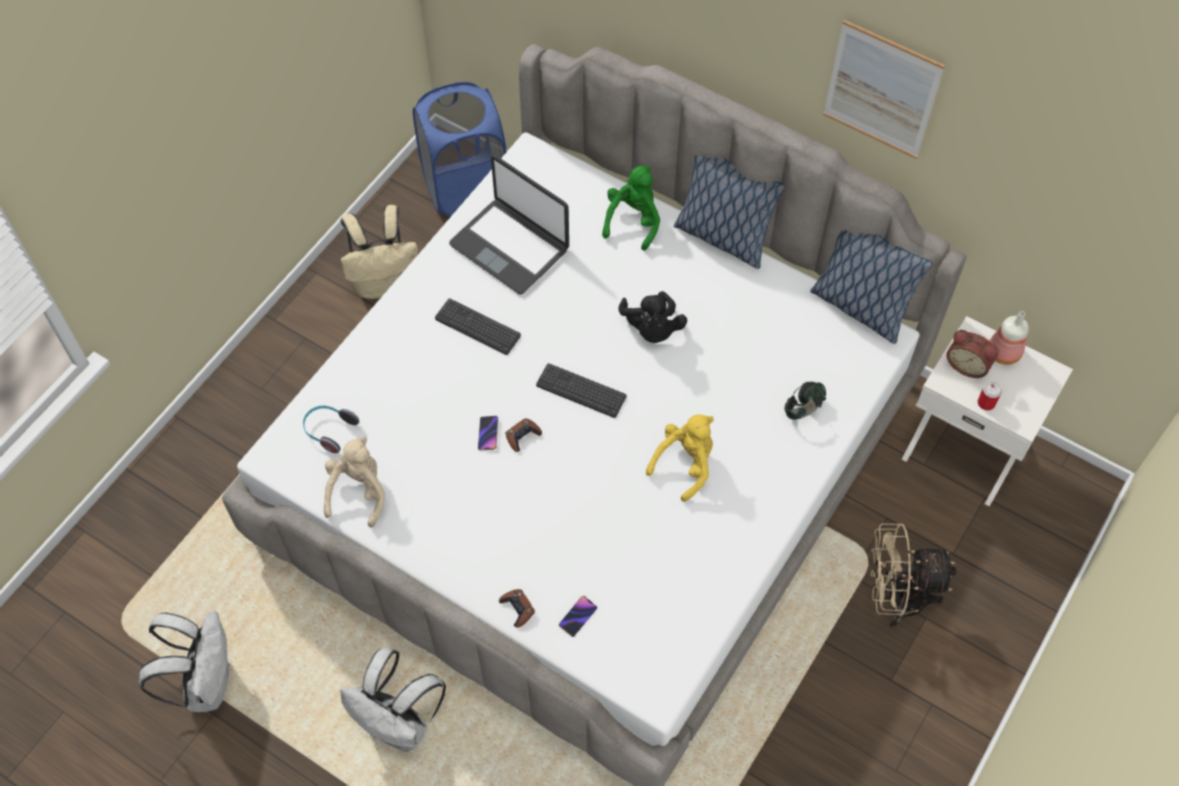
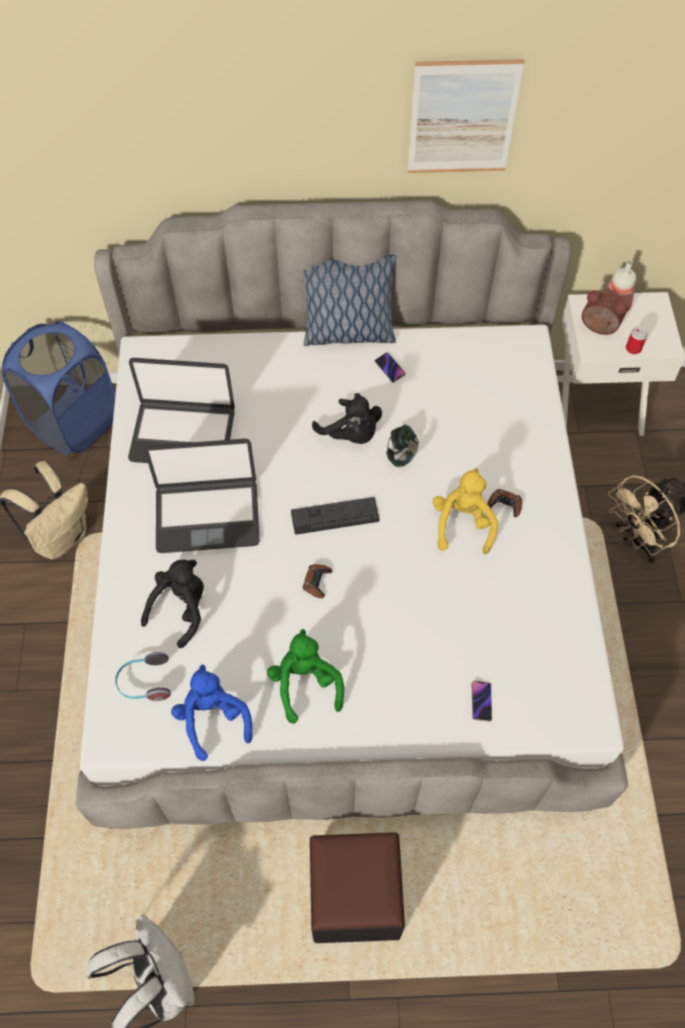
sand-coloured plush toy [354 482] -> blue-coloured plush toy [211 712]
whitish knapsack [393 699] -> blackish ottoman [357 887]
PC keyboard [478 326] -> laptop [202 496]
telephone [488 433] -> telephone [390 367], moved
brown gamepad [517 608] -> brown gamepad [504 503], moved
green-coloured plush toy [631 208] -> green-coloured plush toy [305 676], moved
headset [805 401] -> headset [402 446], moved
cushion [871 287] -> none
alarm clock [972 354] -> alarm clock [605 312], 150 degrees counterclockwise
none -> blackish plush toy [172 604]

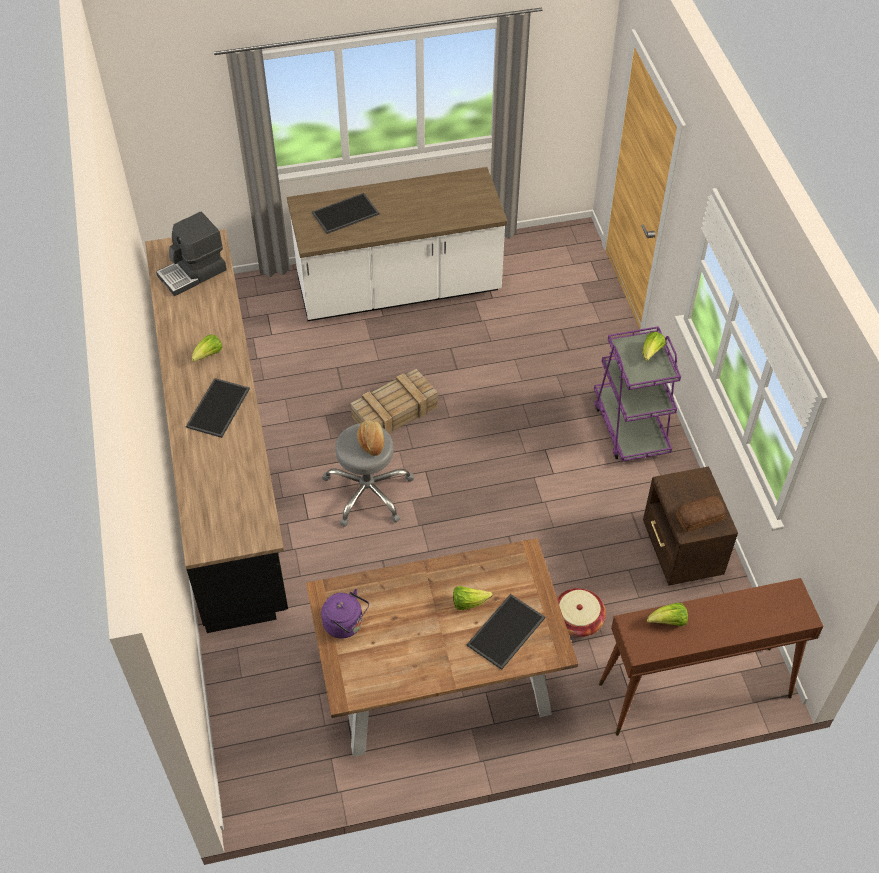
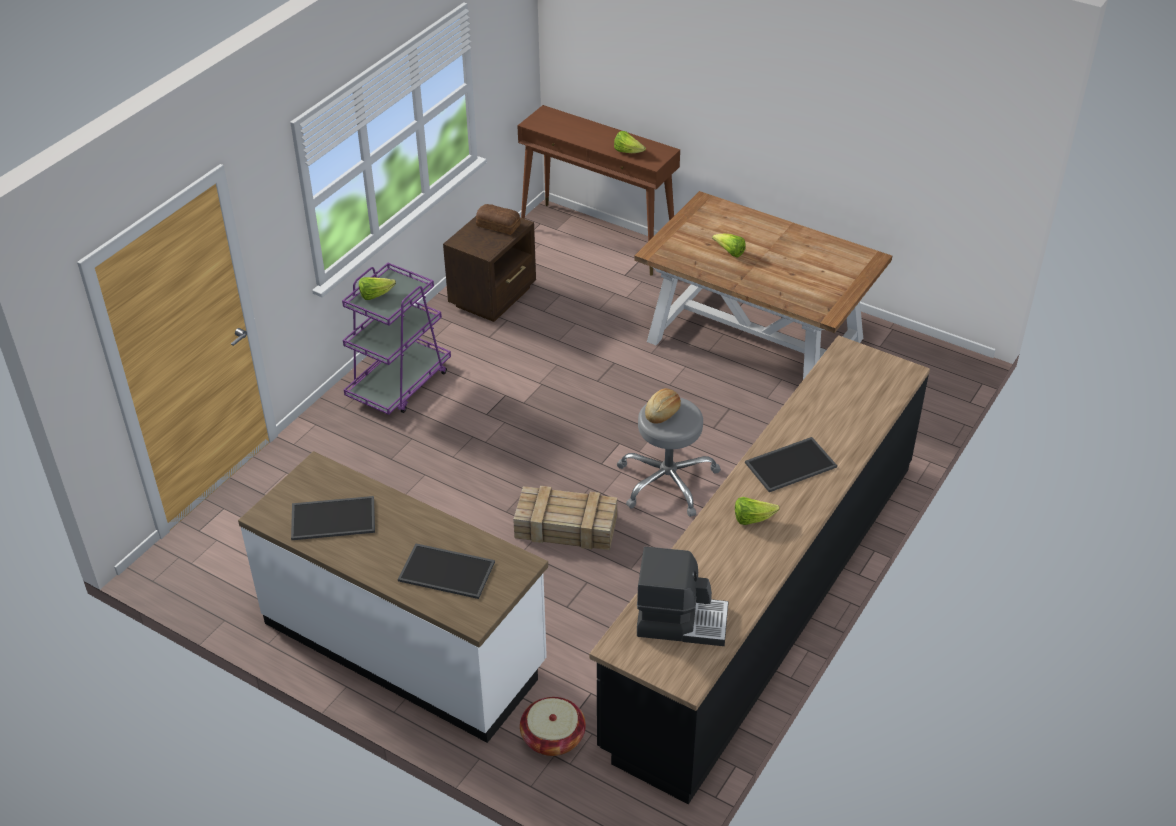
purple-coloured tea kettle [345 614] -> none
serving tray [506 632] -> serving tray [333 518], moved
storage basket [581 612] -> storage basket [553 726], moved

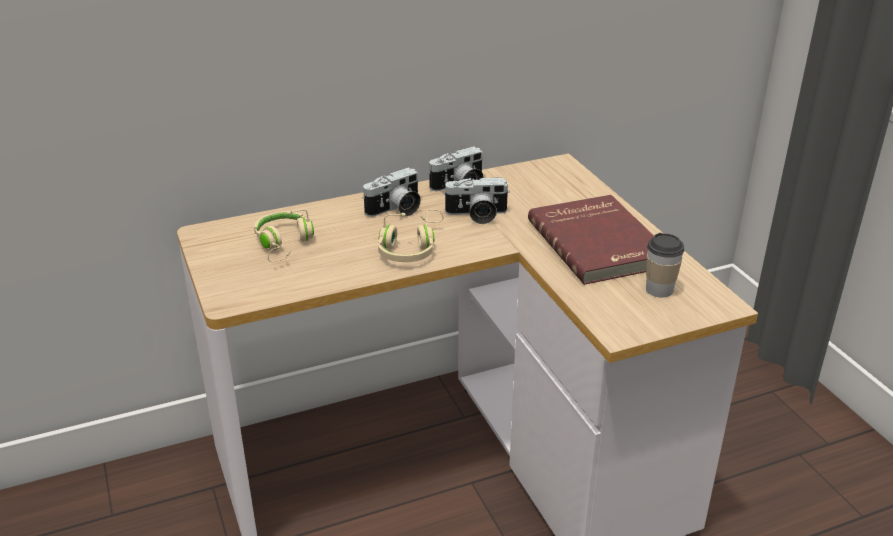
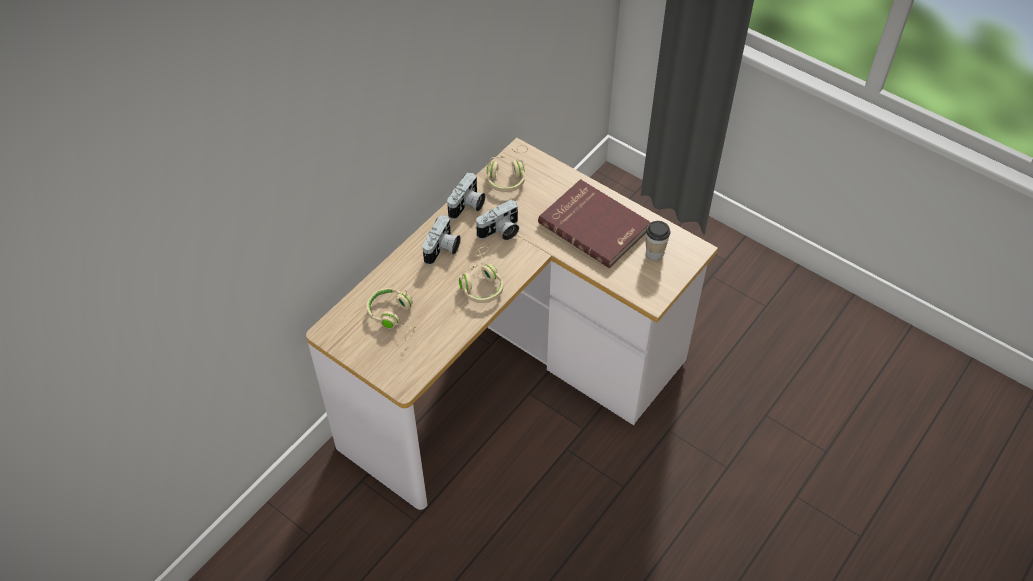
none -> sand-coloured headset [507 168]

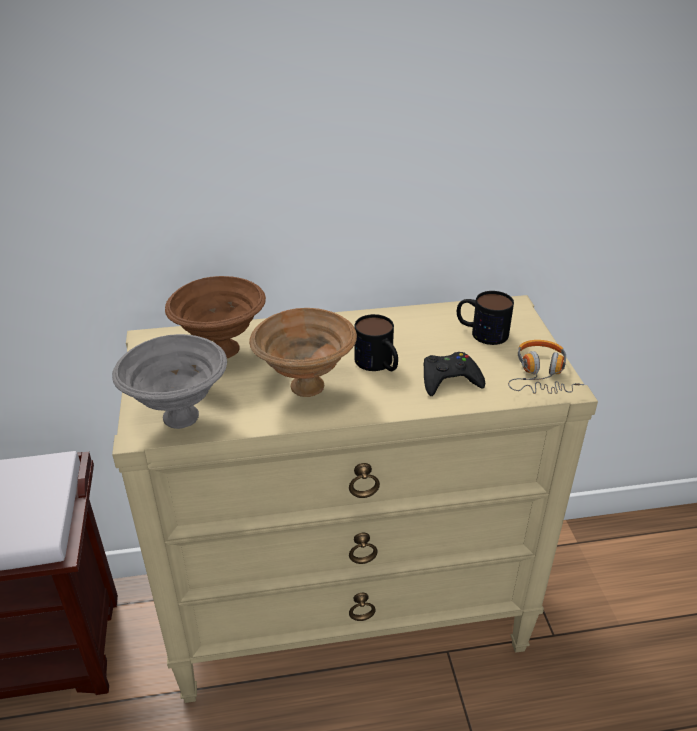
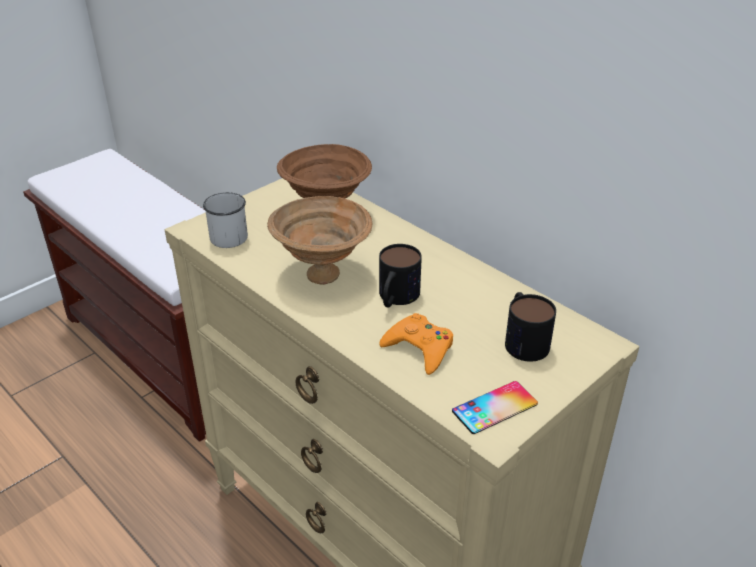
grey serving bowl [169 381] -> whitish mug [225 220]
blackish gamepad [454 374] -> orangey gamepad [416 344]
headset [546 367] -> telephone [495 407]

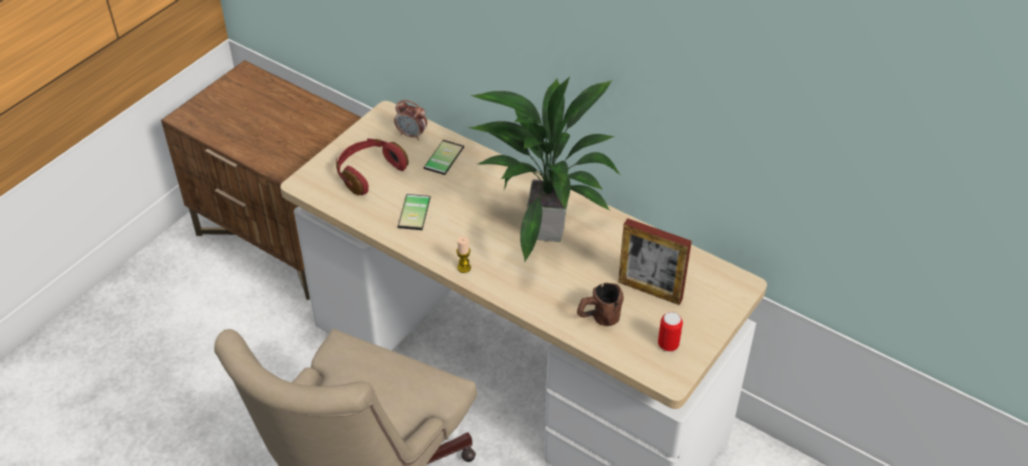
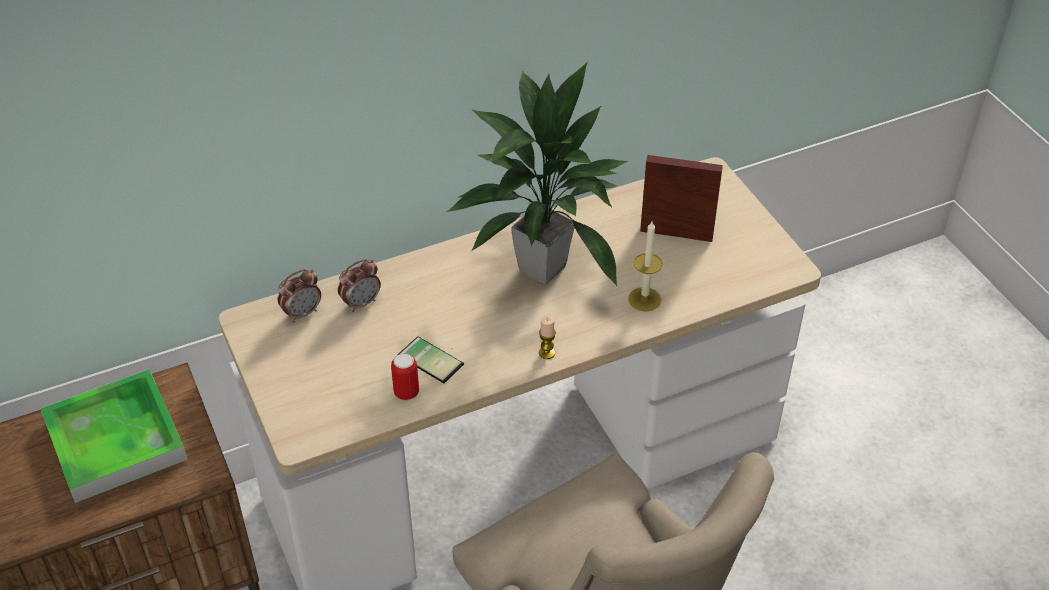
red headset [372 166] -> none
telephone [444 157] -> alarm clock [359 285]
brown mug [600 304] -> none
photo frame [655 261] -> photo frame [681 198], 135 degrees counterclockwise
sealed can [670 332] -> sealed can [405 377], moved
none -> serving tray [114 436]
none -> wax light [645 266]

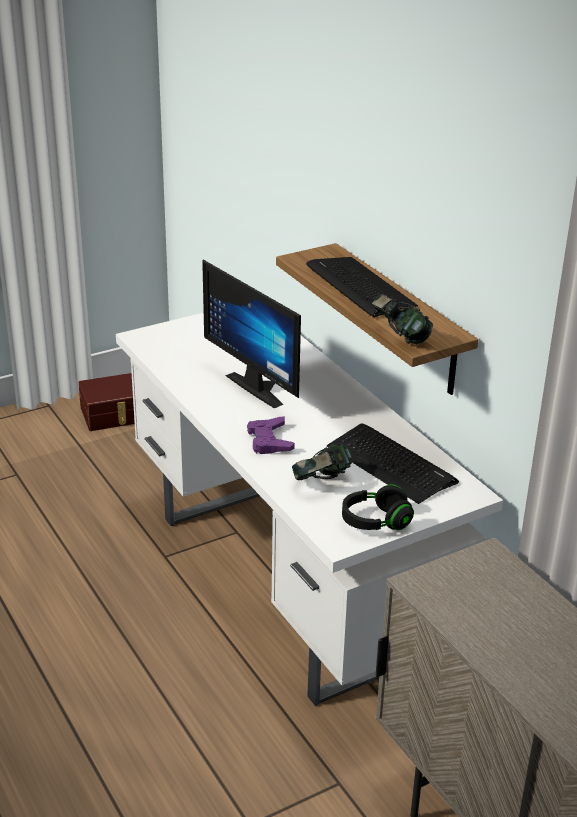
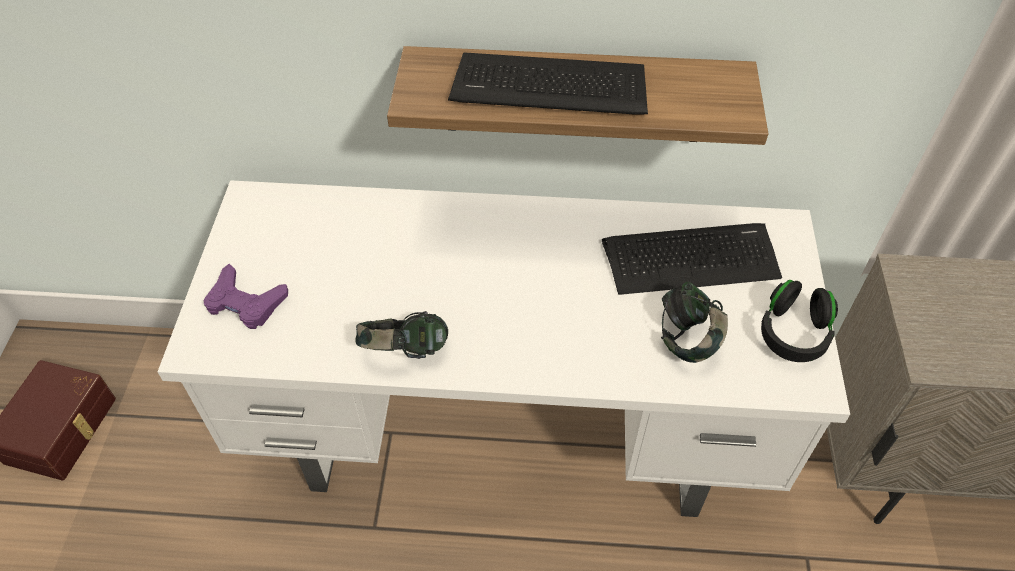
computer screen [251 334] -> none
purple-coloured gamepad [271 435] -> purple-coloured gamepad [245 296], moved
headset [402 319] -> headset [402 335], moved

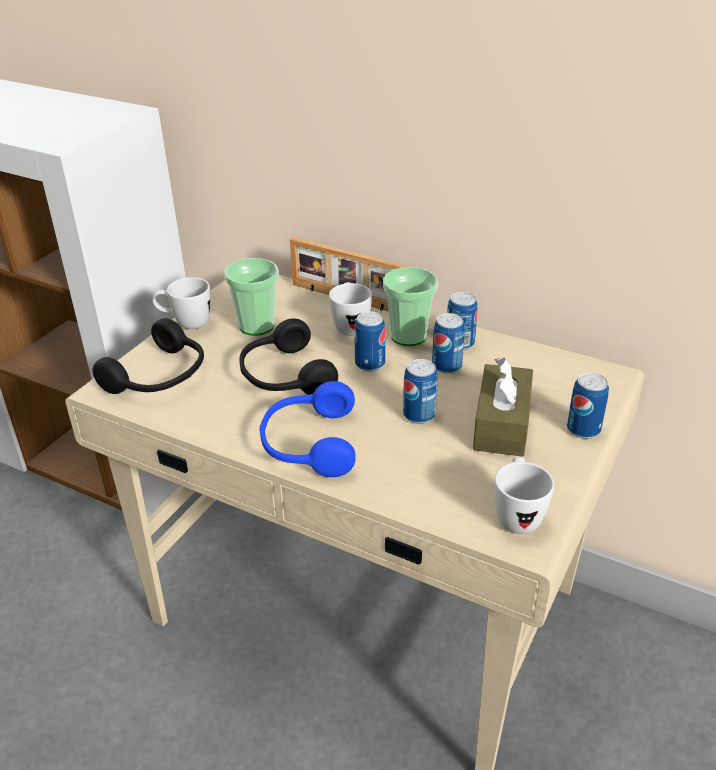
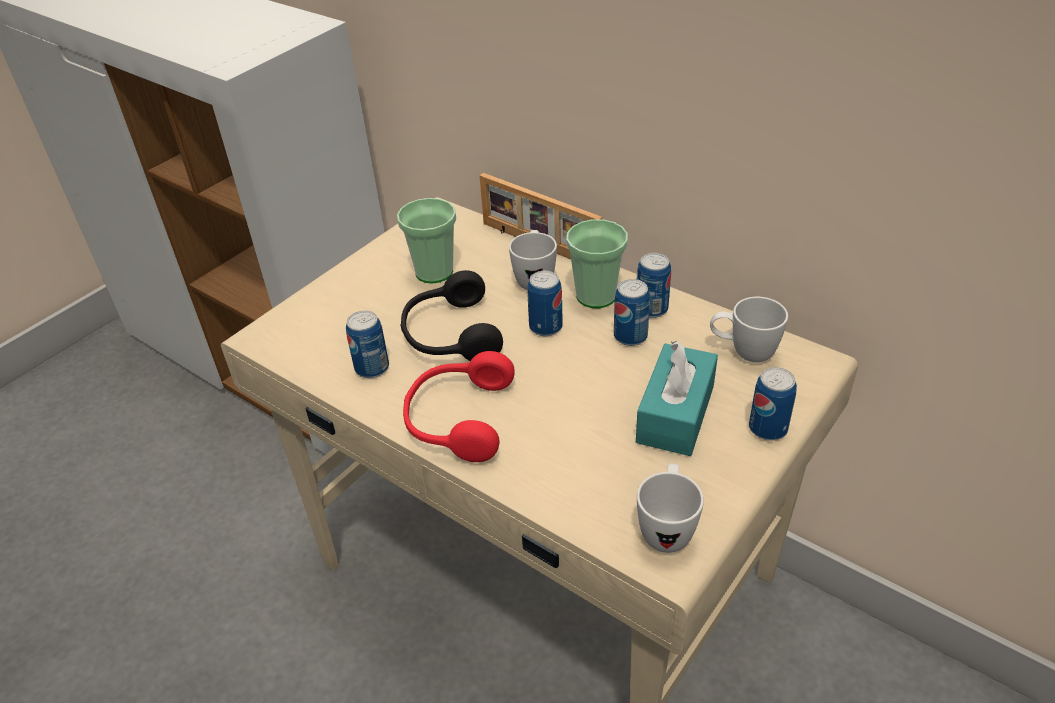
blackish headset [148 356] -> none
whitish mug [181 303] -> whitish mug [749 329], moved
blue-coloured headset [307 429] -> red headset [459 406]
sealed can [420 391] -> sealed can [367 344], moved
brown tissue box [503 407] -> turquoise tissue box [677 398]

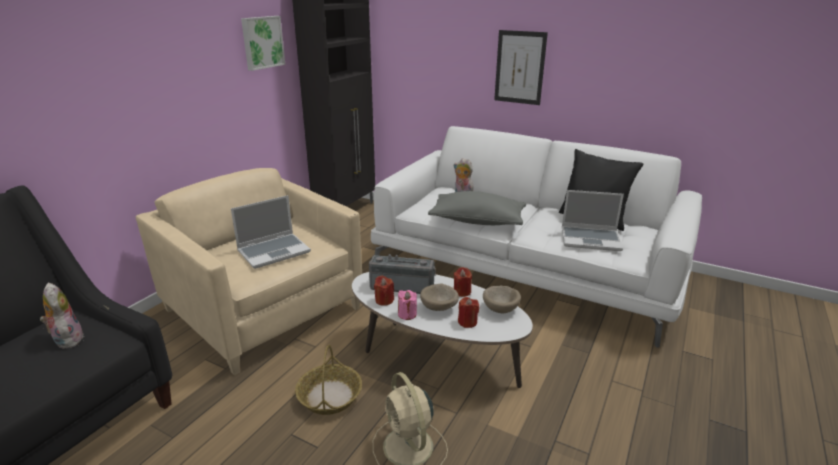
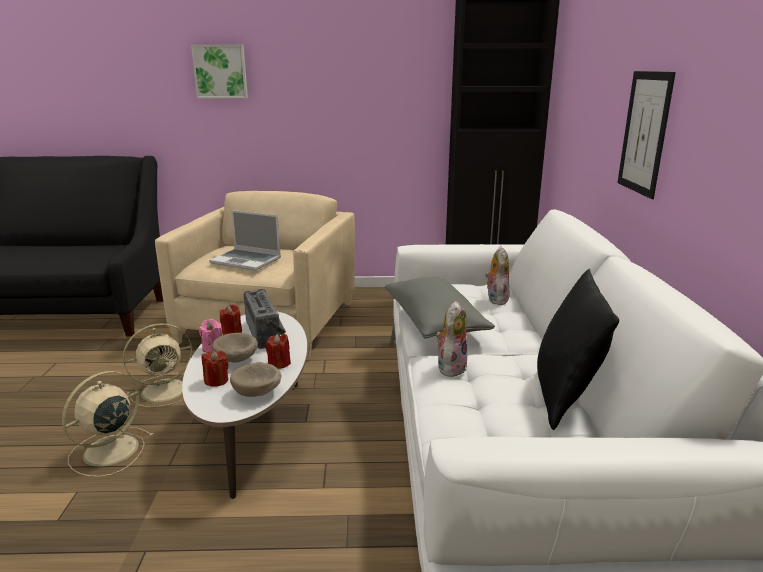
plush toy [61 316] -> plush toy [451 339], moved
wall art [263 43] -> wall art [219 71], moved
storage basket [328 380] -> sand-coloured electric fan [157 365]
laptop [593 220] -> none

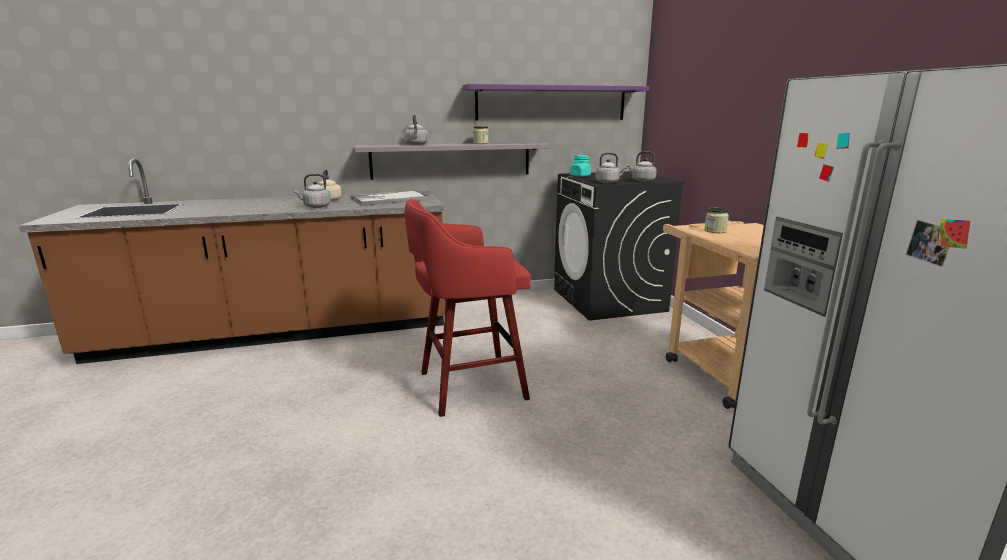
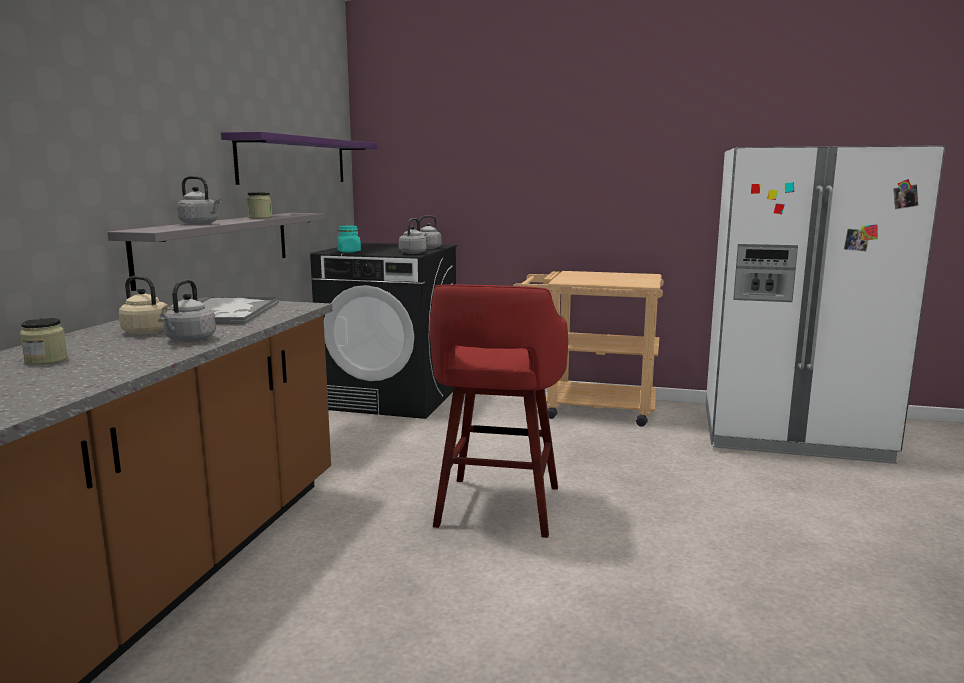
storage jar [716 220] -> storage jar [44 341], moved

